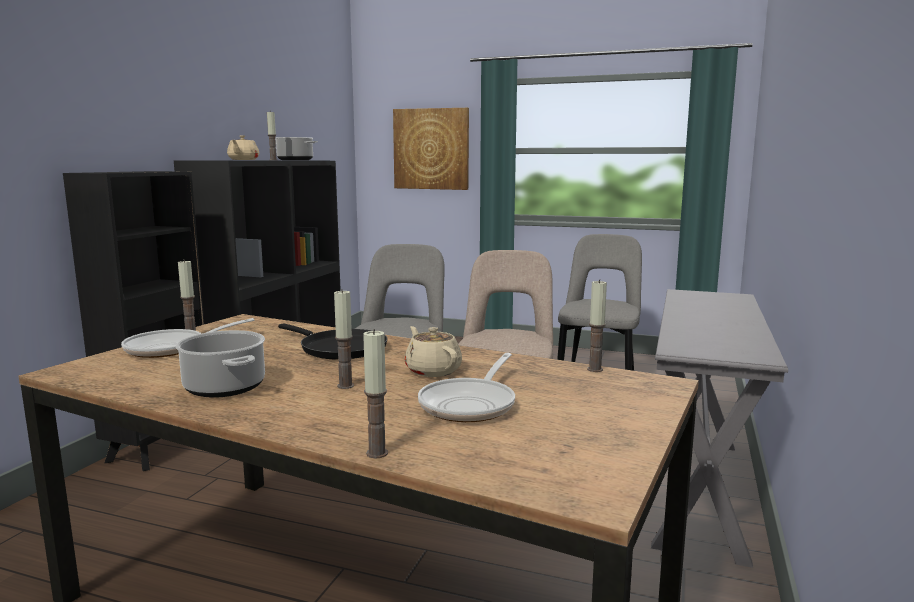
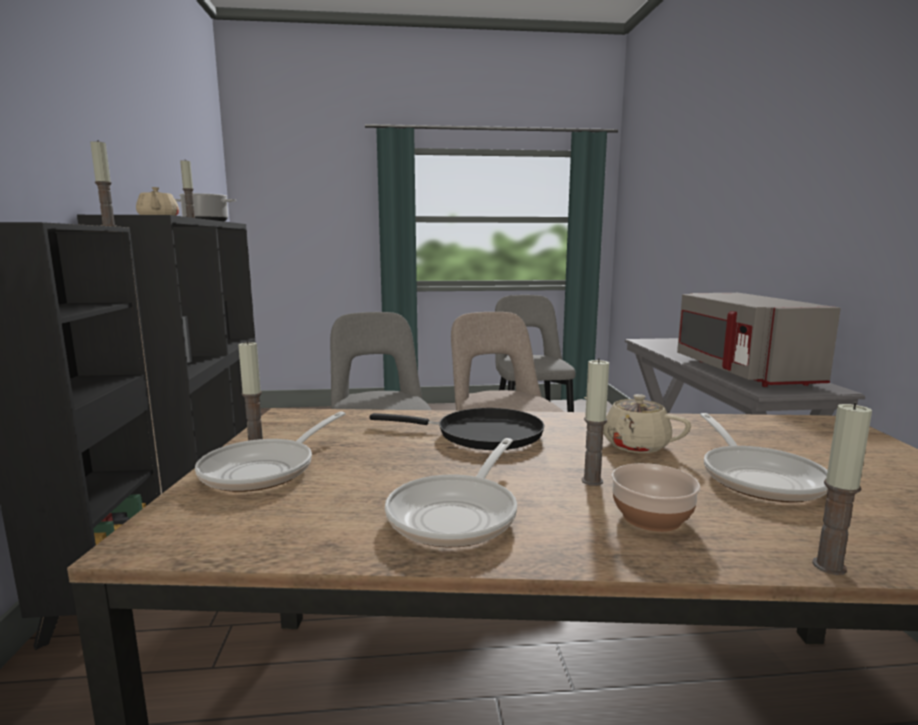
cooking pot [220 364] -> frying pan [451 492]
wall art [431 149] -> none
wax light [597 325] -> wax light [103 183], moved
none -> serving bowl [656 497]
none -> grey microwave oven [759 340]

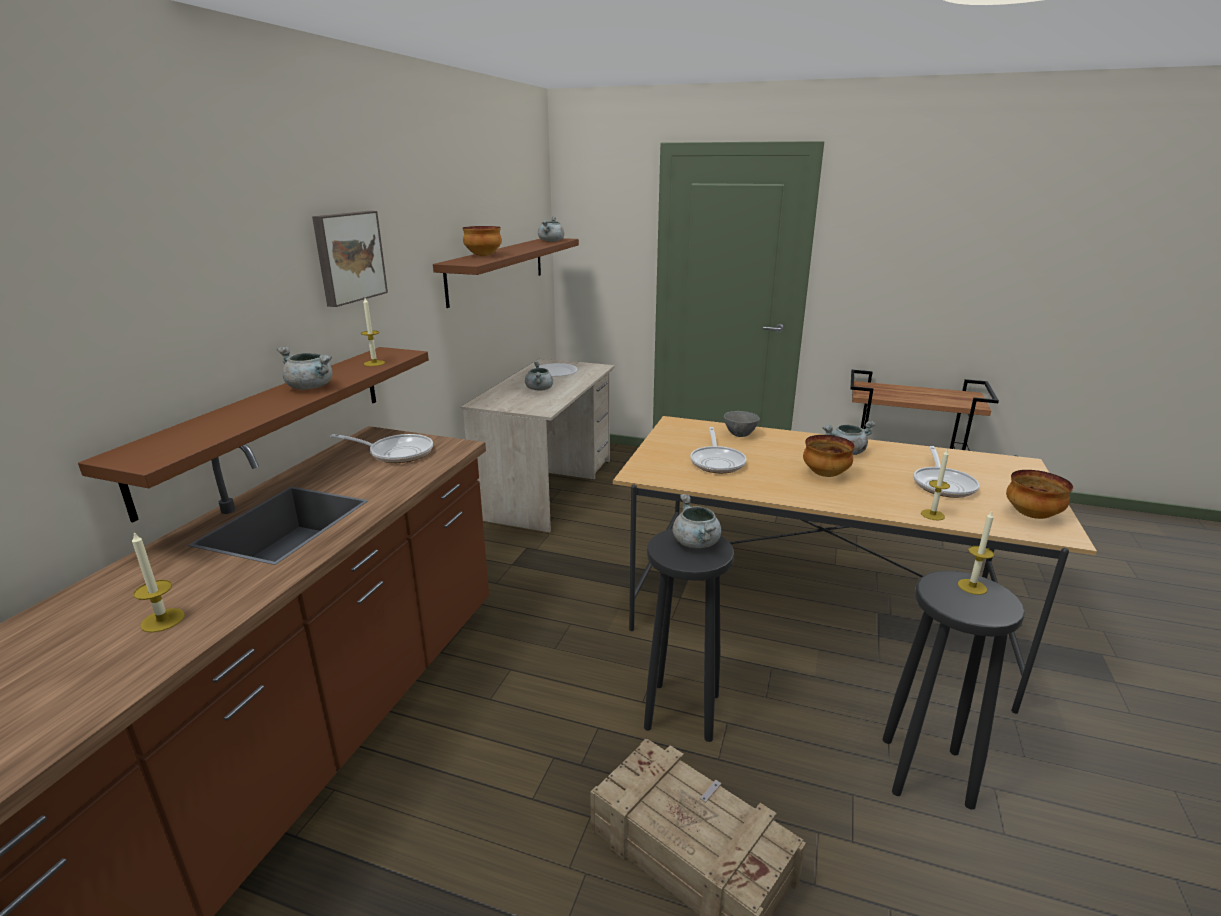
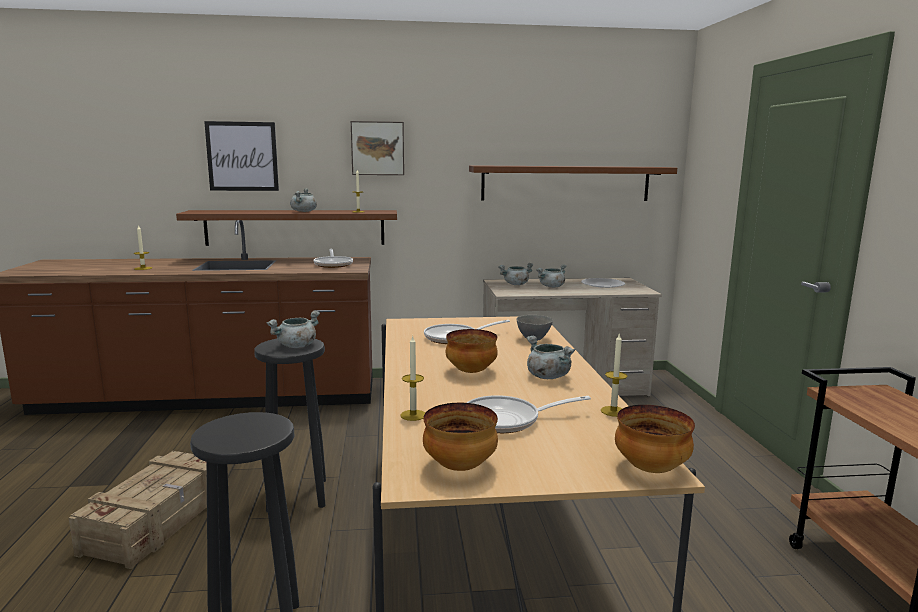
serving bowl [482 241] -> serving bowl [655 439], moved
grey cooking pot [551 229] -> grey cooking pot [515 274], moved
wax light [976 553] -> wax light [614 375], moved
none -> wall art [241 156]

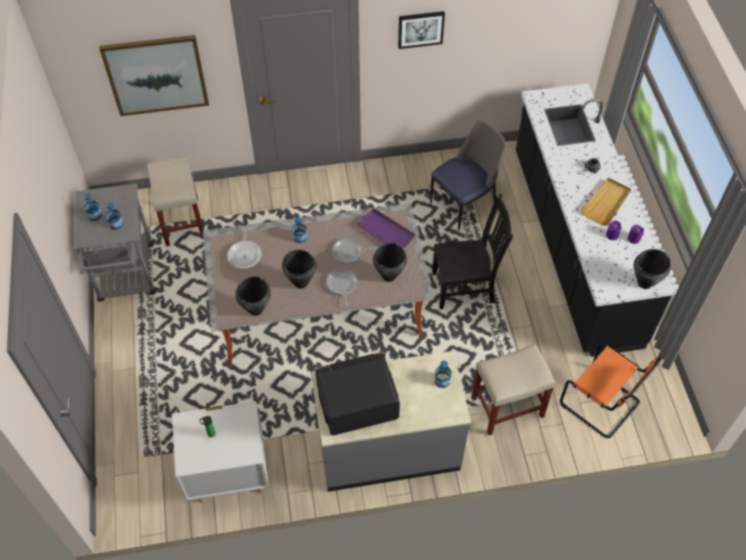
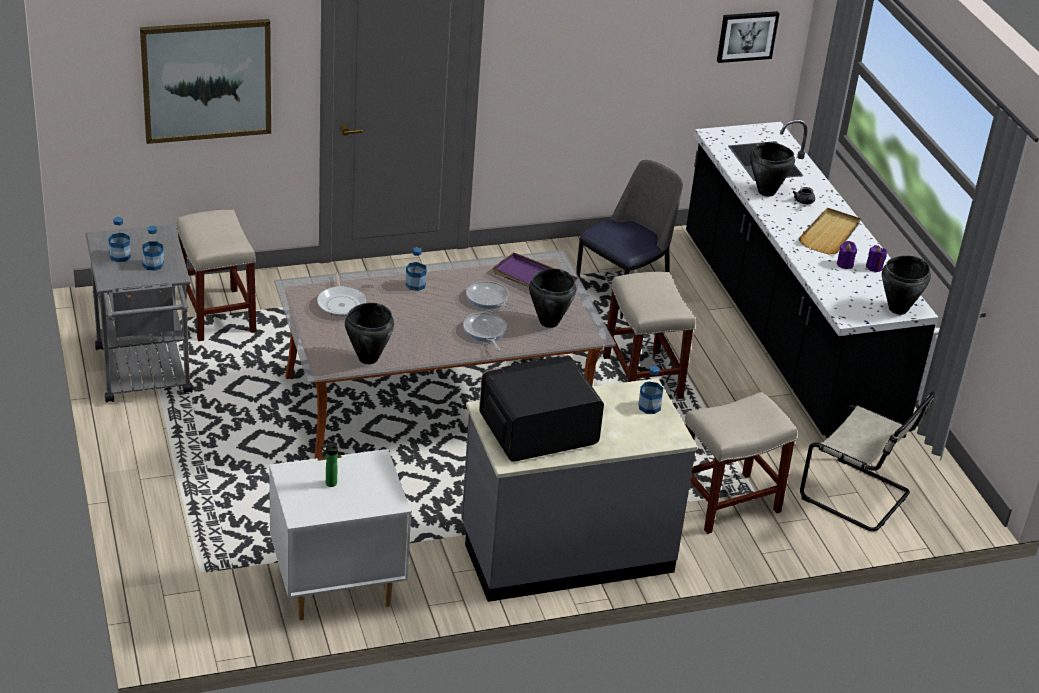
blackish cooking pot [299 269] -> blackish cooking pot [772 169], moved
frying pan [355 251] -> frying pan [491 297], 60 degrees clockwise
wall art [421 30] -> wall art [748 37], moved
blackish chair [472 251] -> sand-coloured stool [649 335]
orangey chair [611 391] -> sand-coloured chair [867 461]

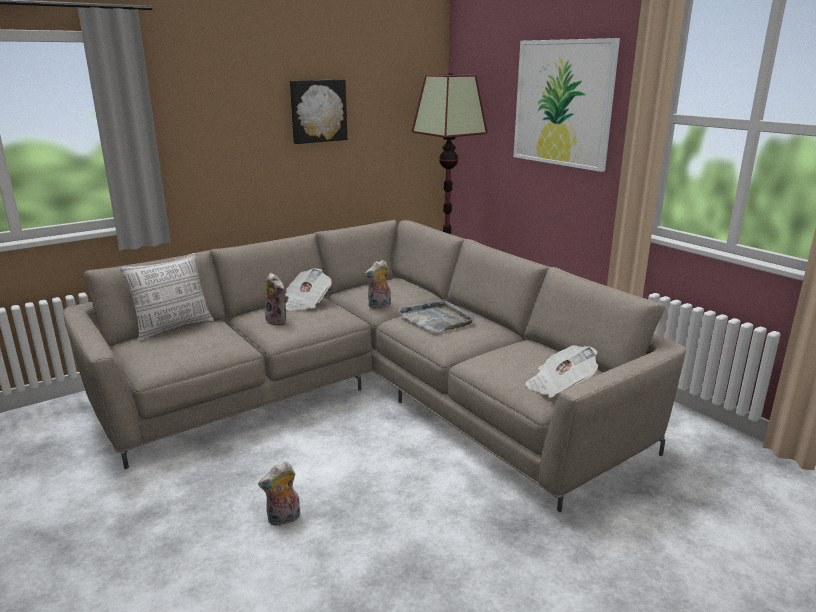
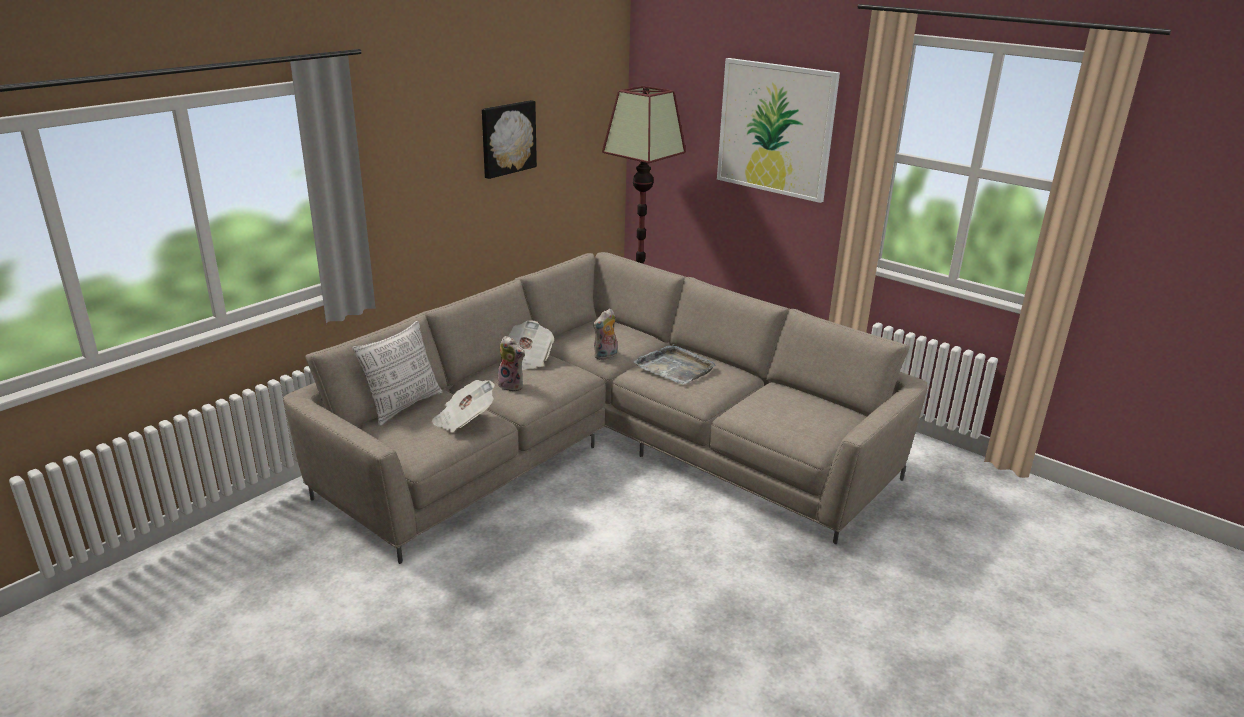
plush toy [279 494] -> none
daily paper [561 371] -> daily paper [463 406], moved

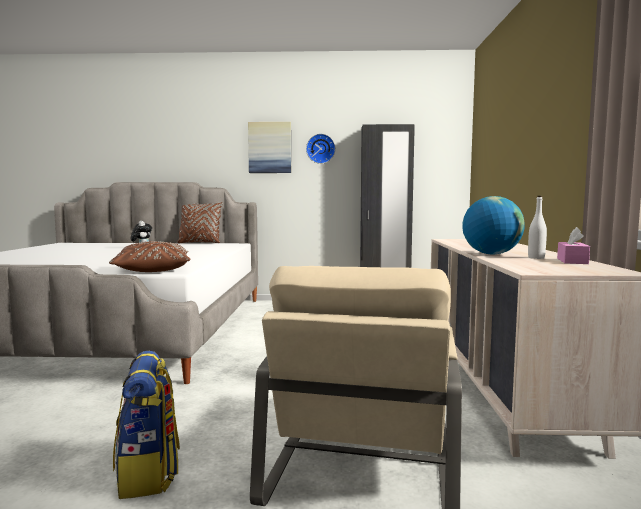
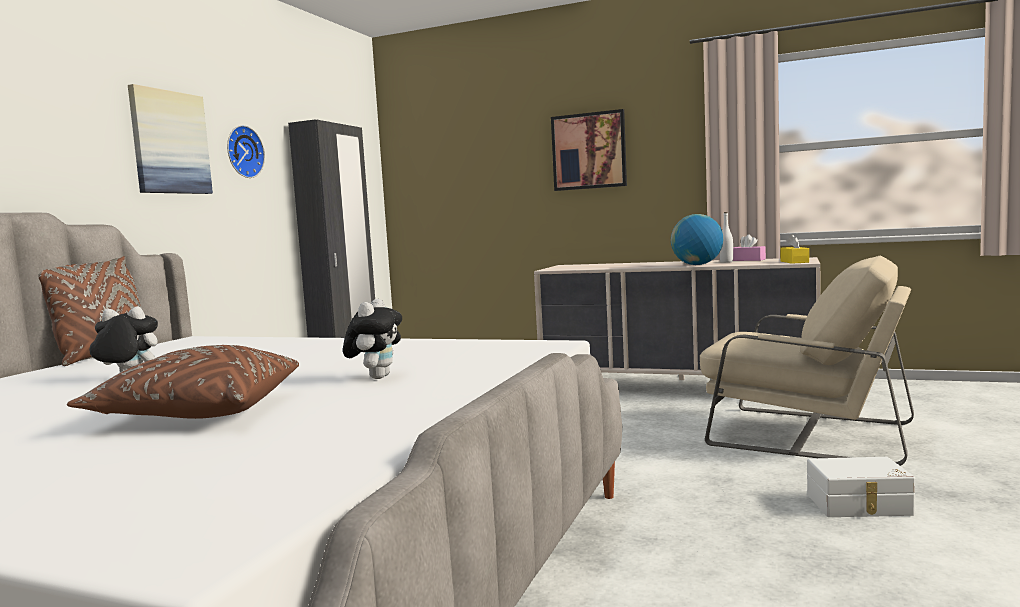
brown cushion [149 256] -> brown cushion [183 382], moved
knapsack [146 425] -> whitish storage box [861 487]
none -> plush toy [372 339]
none -> wall art [589 150]
none -> yellowish tissue box [794 249]

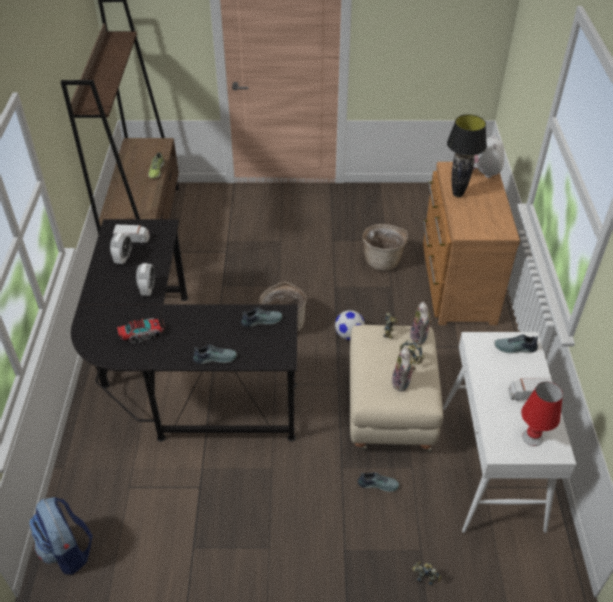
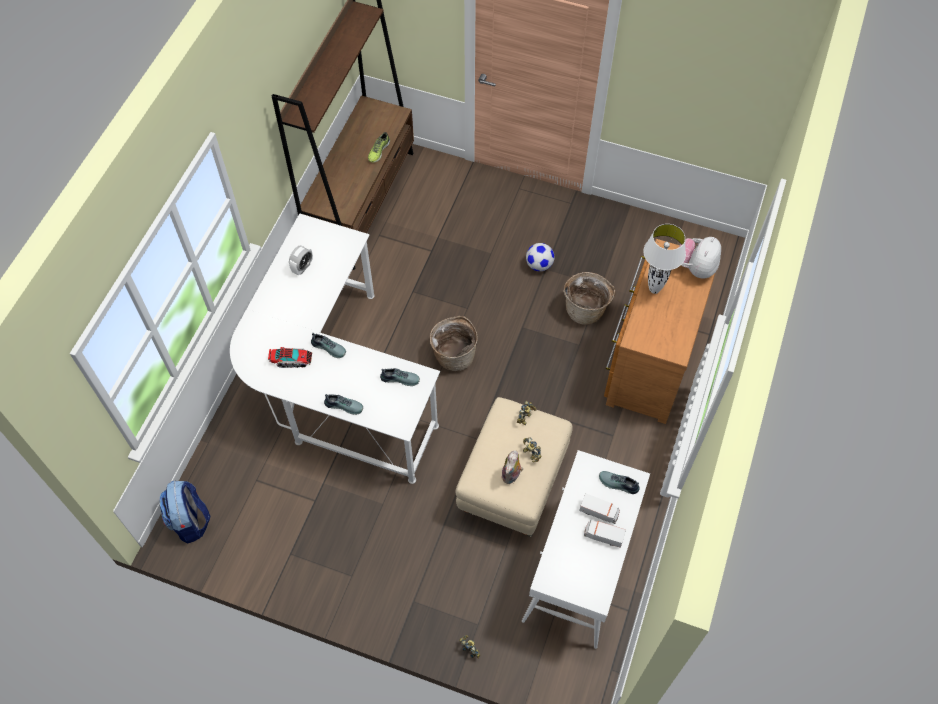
blackish desk unit [184 330] -> whitish desk unit [335 348]
model truck [131 234] -> model truck [599 508], moved
alarm clock [145 279] -> none
ball for football [350 325] -> ball for football [540 257], moved
shoe [378 482] -> shoe [328 345], moved
plush toy [421 323] -> none
blackish lamp for a table [467 155] -> whitish lamp for a table [664 259]
red lamp for a table [542 414] -> none

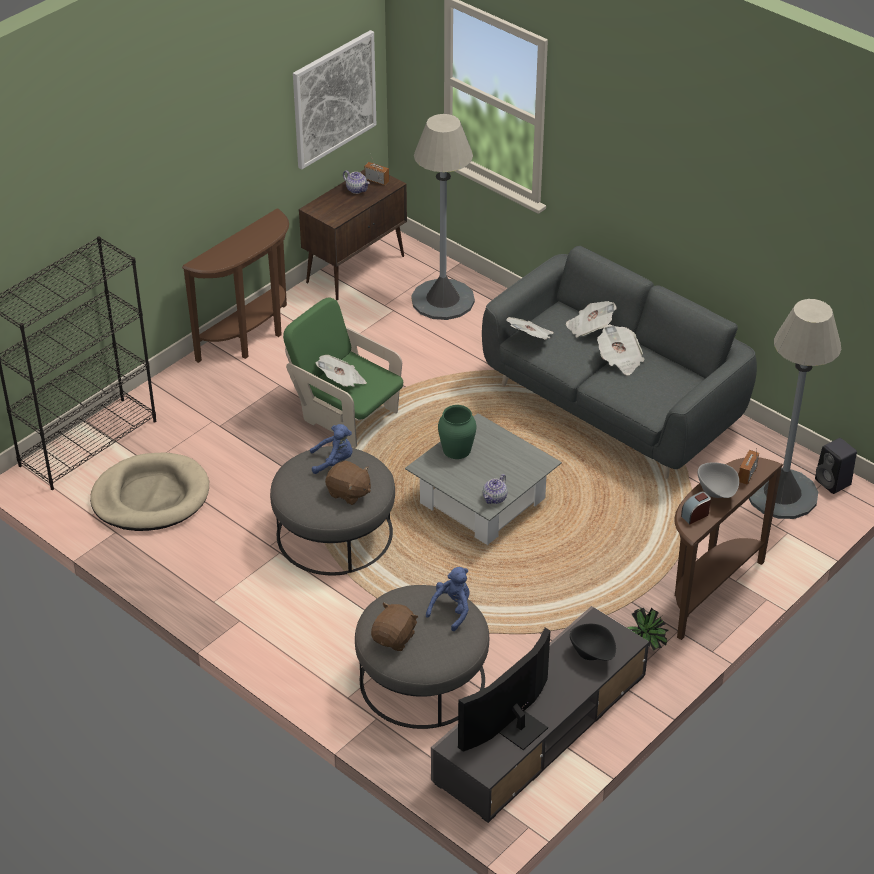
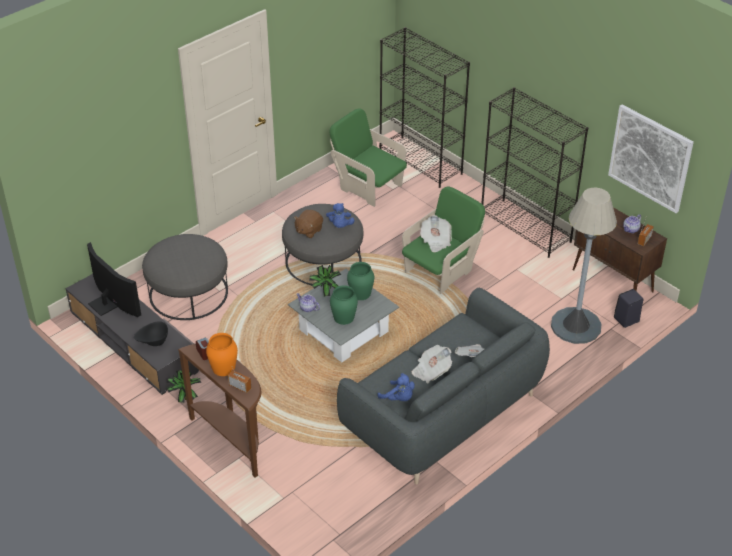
sand-coloured dog cushion [149 492] -> green-coloured armchair [368 158]
brown narrow table [235 285] -> blackish bookshelf [534 172]
brown plush toy [394 626] -> none
blue-coloured plush toy [448 599] -> blue-coloured plush toy [396 387], moved
daily paper [530 328] -> none
grey serving bowl [718 480] -> orangey flower vase [222 354]
grey standing lamp [795 409] -> none
blackish speaker [836 466] -> blackish speaker [629 308], moved
none -> potted plant [325 281]
none -> green-coloured flower vase [344 305]

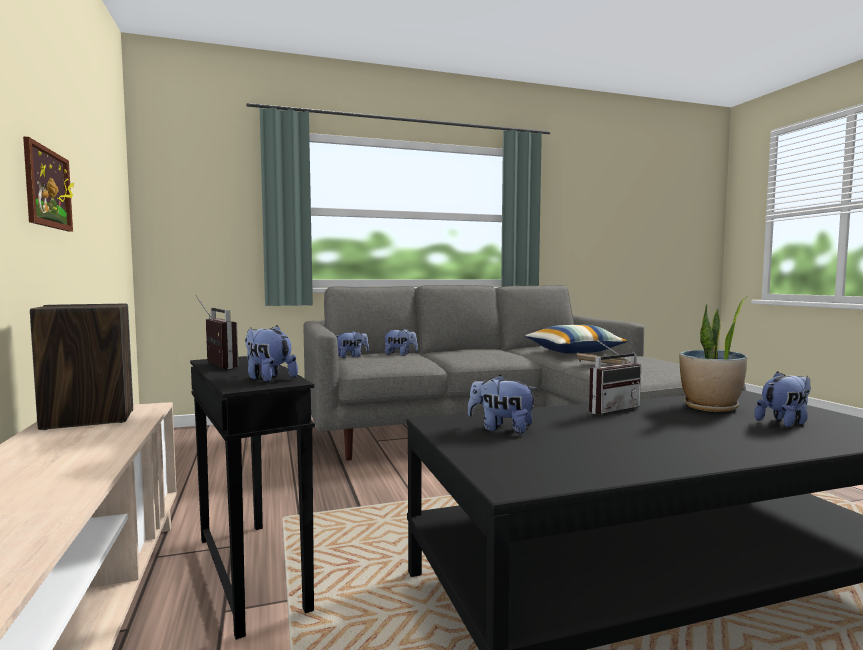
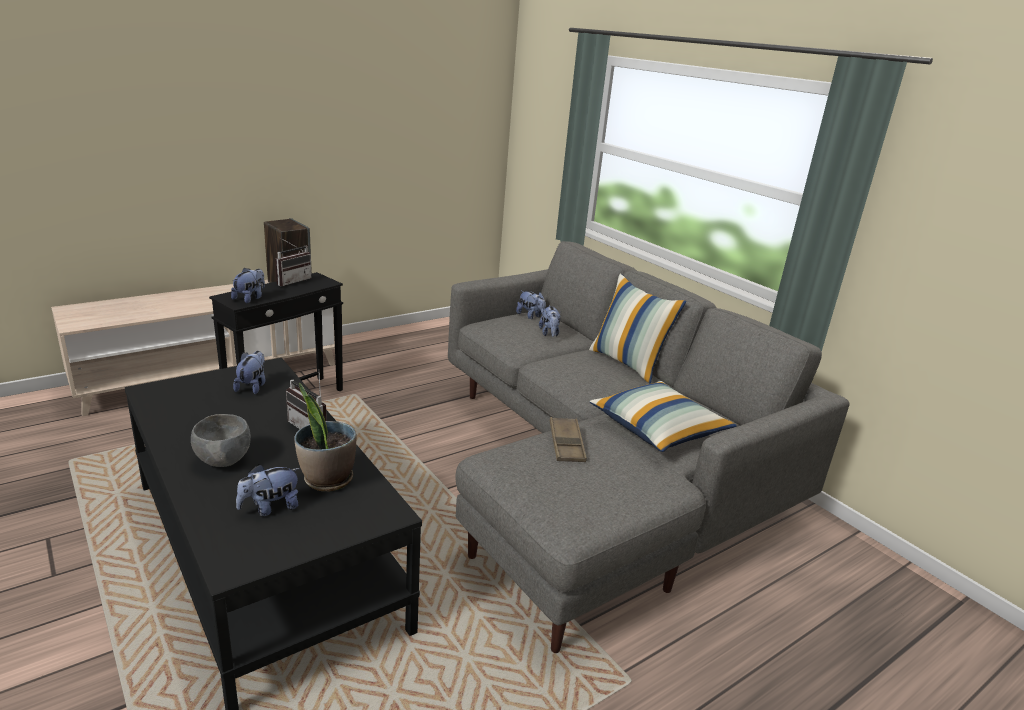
wall art [48 184] -> none
plush toy [782 399] -> plush toy [268 490], 105 degrees clockwise
none -> grey serving bowl [221 440]
none -> cushion [637 329]

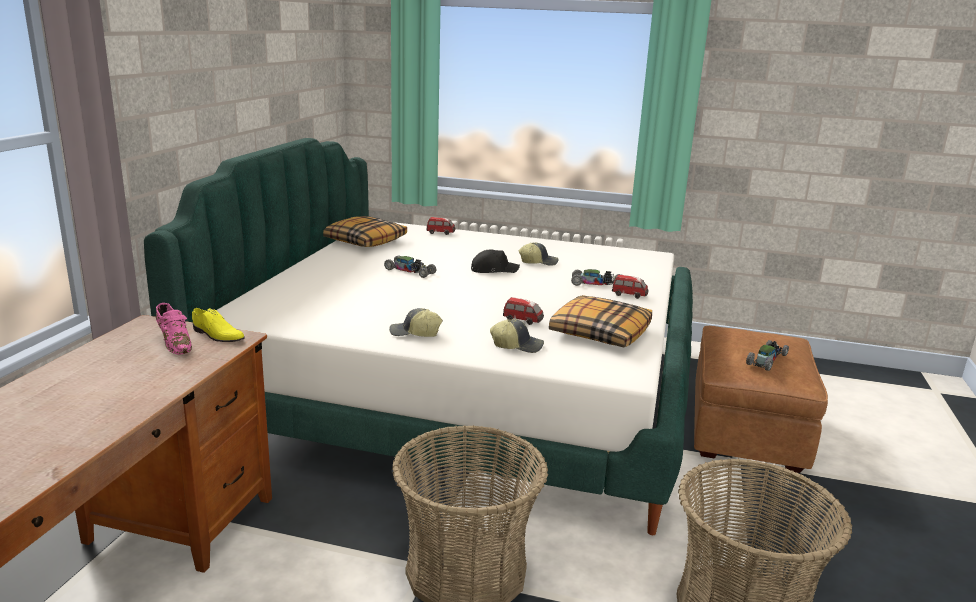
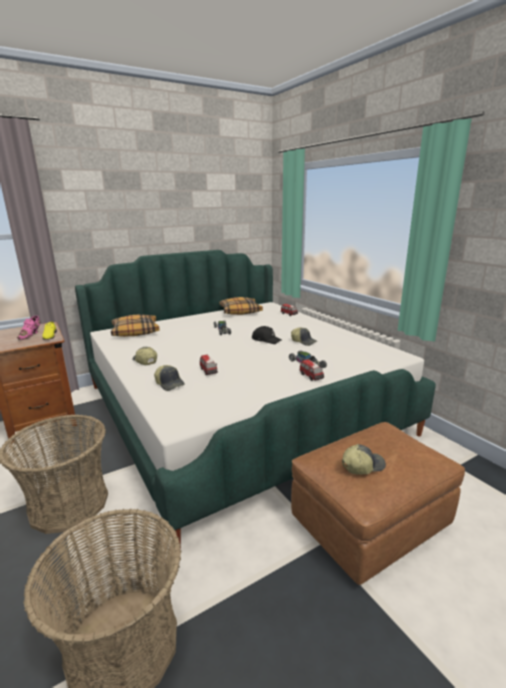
cushion [600 321] -> cushion [135 326], moved
toy car [767 355] -> peaked cap [364 459]

